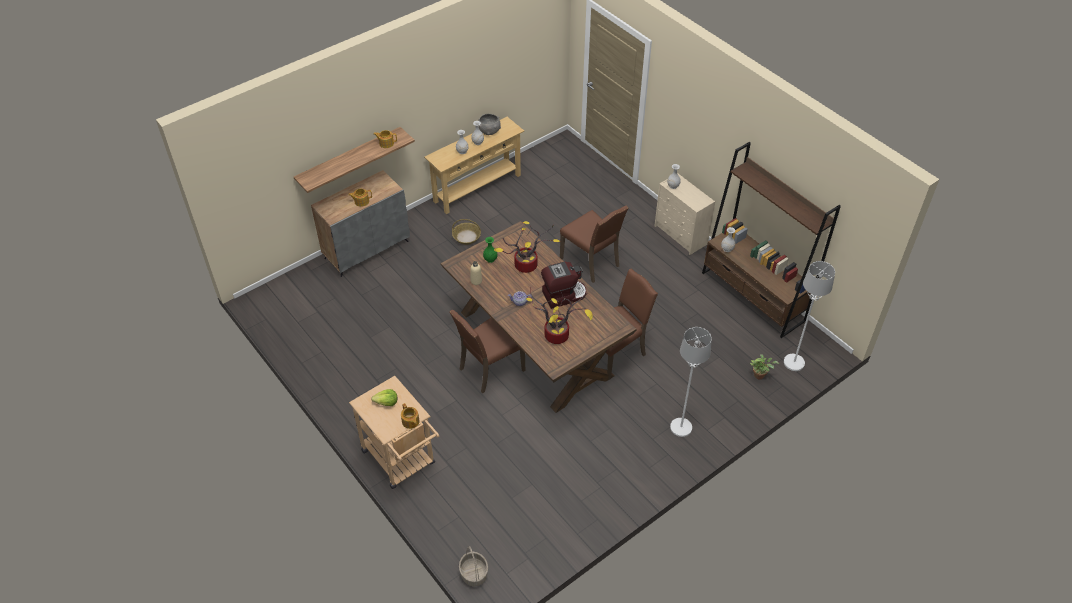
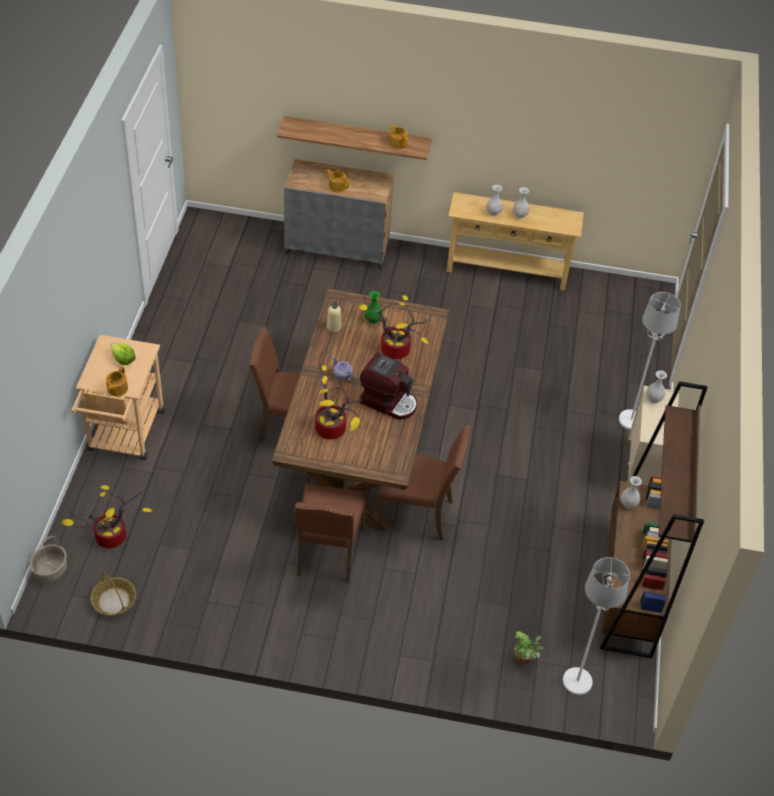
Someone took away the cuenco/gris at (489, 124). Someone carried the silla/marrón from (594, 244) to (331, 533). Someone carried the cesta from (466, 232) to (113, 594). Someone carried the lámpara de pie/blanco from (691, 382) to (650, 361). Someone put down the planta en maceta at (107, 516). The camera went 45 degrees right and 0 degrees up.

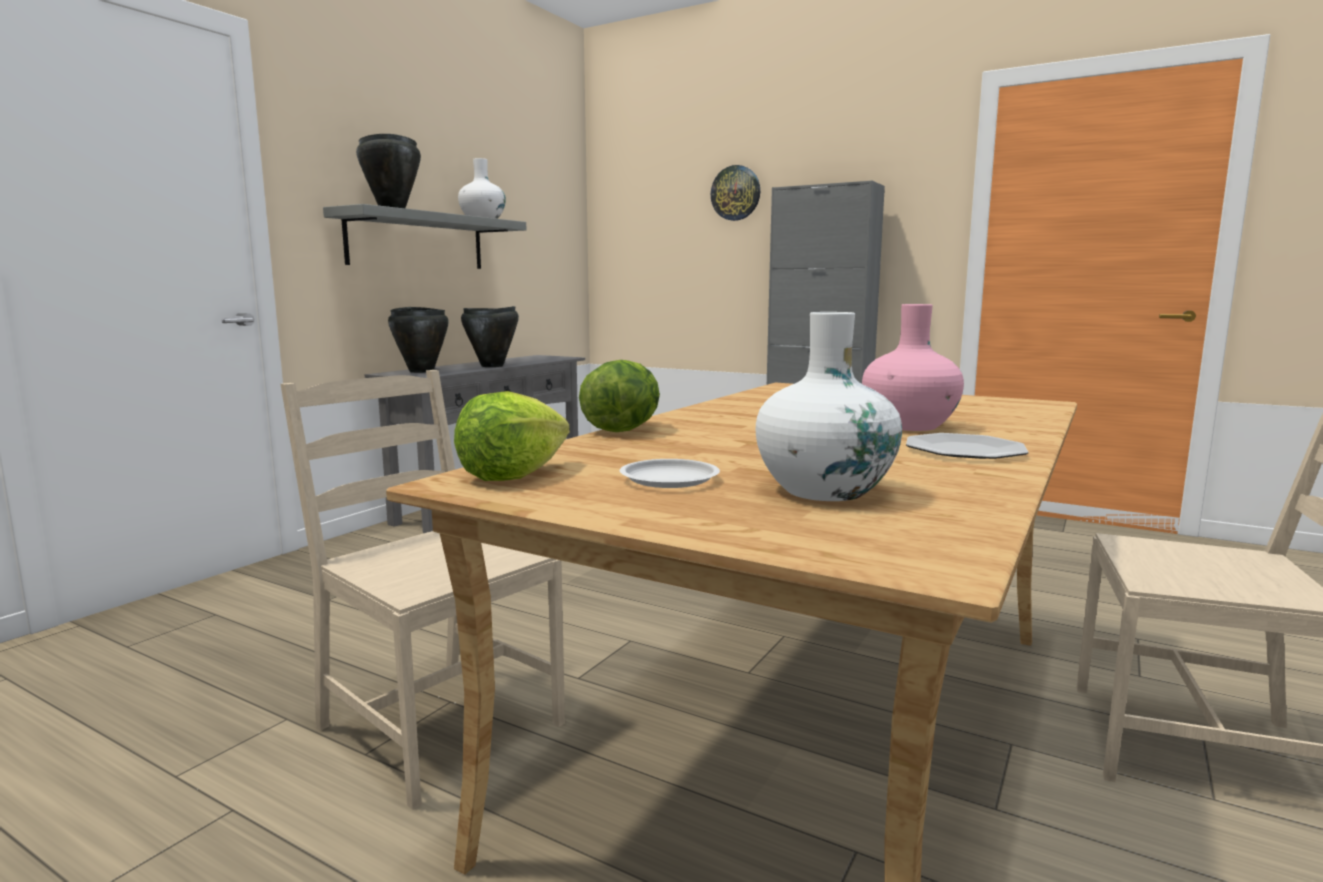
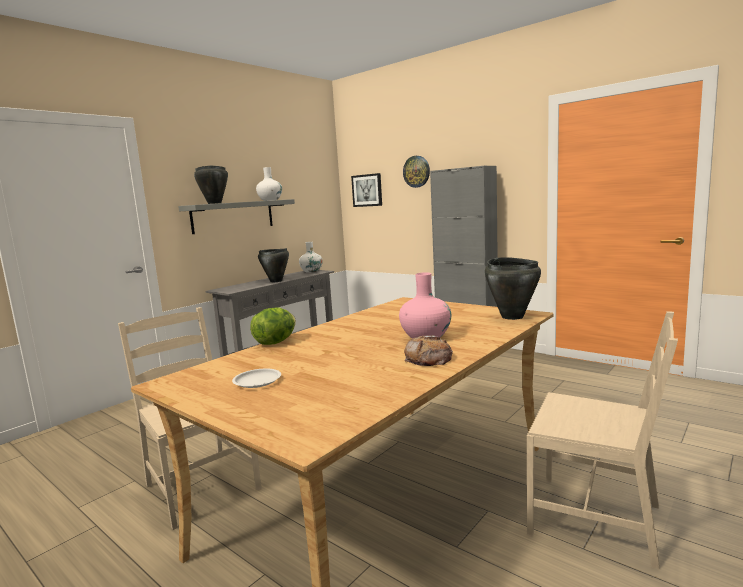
Someone carried the olla/negro from (418, 340) to (513, 288). Someone carried the florero/blanco from (829, 406) to (311, 257). Someone took away the lechuga at (512, 436). Someone swapped the plato at (967, 446) for the pan at (428, 350). Someone put up the cuadro at (366, 190). The camera went 10 degrees right and 0 degrees up.

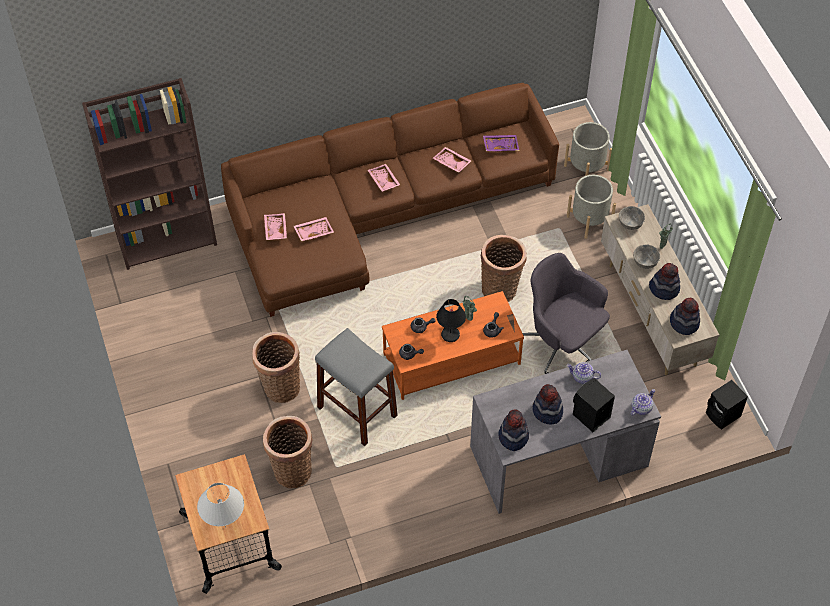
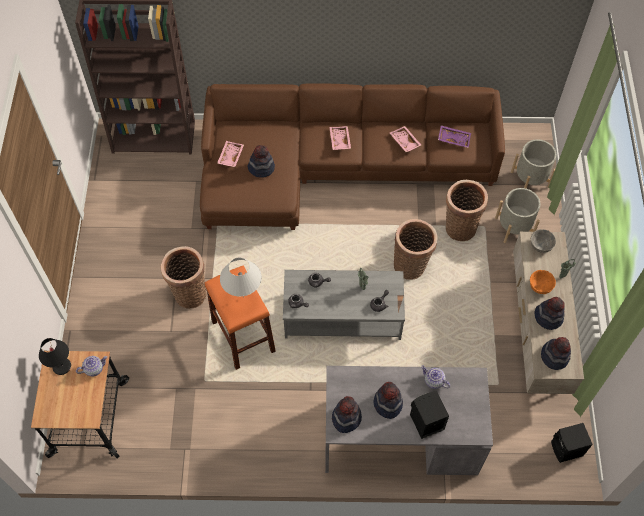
Someone swapped the bandeja/rosa at (314, 229) for the sombrero at (261, 161). Someone repainted the cuenco/gris at (646, 256), which became the cuenco/naranja at (543, 282). Someone took away the silla de oficina/gris at (566, 313). Someone repainted the mesa de centro/naranja at (453, 345), which became the mesa de centro/gris at (344, 305). Someone carried the lámpara de mesa/negro from (451, 320) to (55, 356). Someone repainted the taburete/gris at (356, 387), which became the taburete/naranja at (240, 317). Someone carried the tetera from (643, 402) to (91, 366). Someone carried the cesta from (287, 452) to (467, 210). Someone carried the lámpara de mesa/blanco from (220, 505) to (241, 277). The camera went 20 degrees right and 5 degrees up.

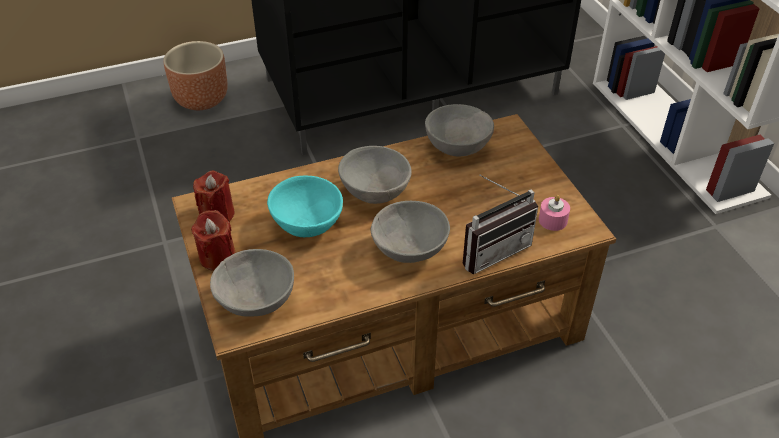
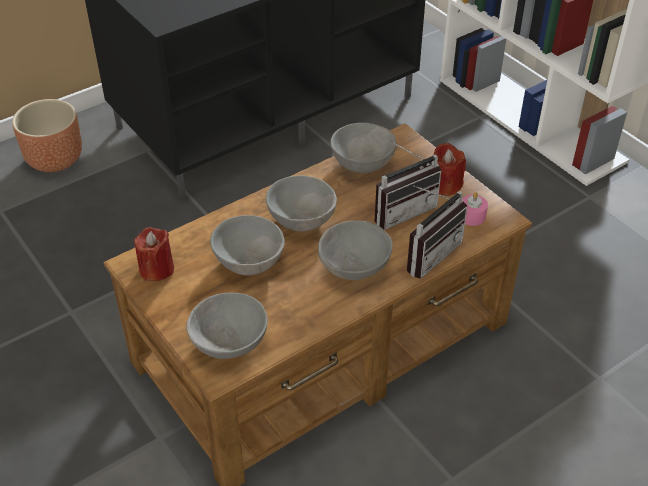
Someone repainted the cuenco/turquesa at (305, 206), which became the cuenco/gris at (247, 245). Someone carried the vela/rojo from (213, 240) to (450, 169). Someone put down the radio at (408, 185). The camera went 15 degrees left and 0 degrees up.

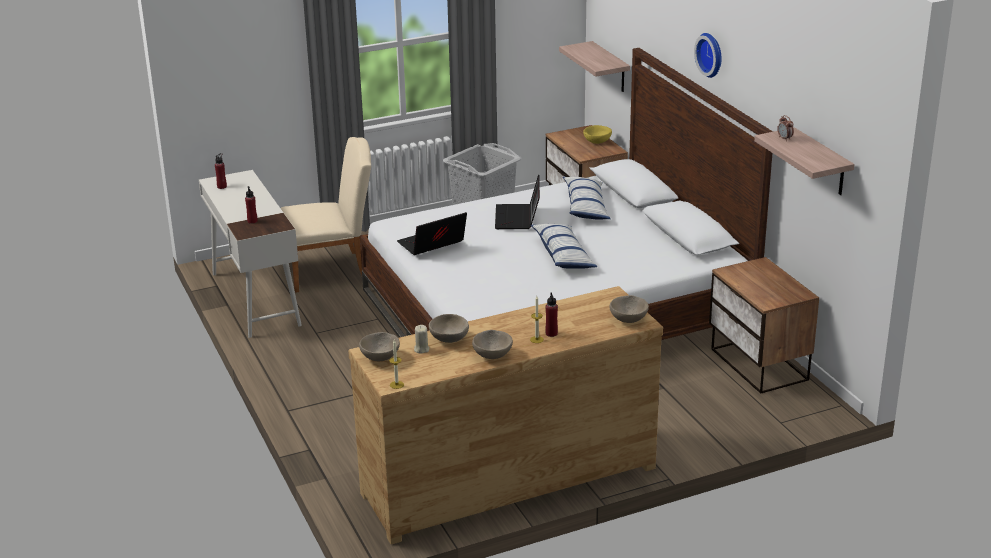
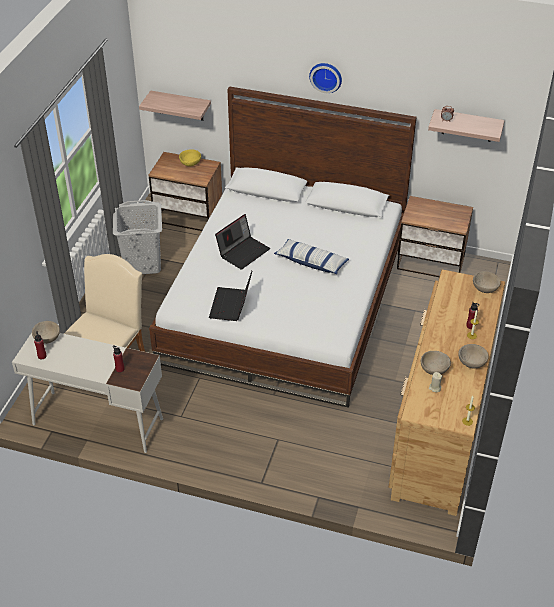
Someone rotated the portátil at (517, 201) by 90 degrees counterclockwise. Someone took away the cojín at (587, 198). Someone carried the cuenco/beis from (379, 346) to (46, 332). The camera went 50 degrees left and 15 degrees up.

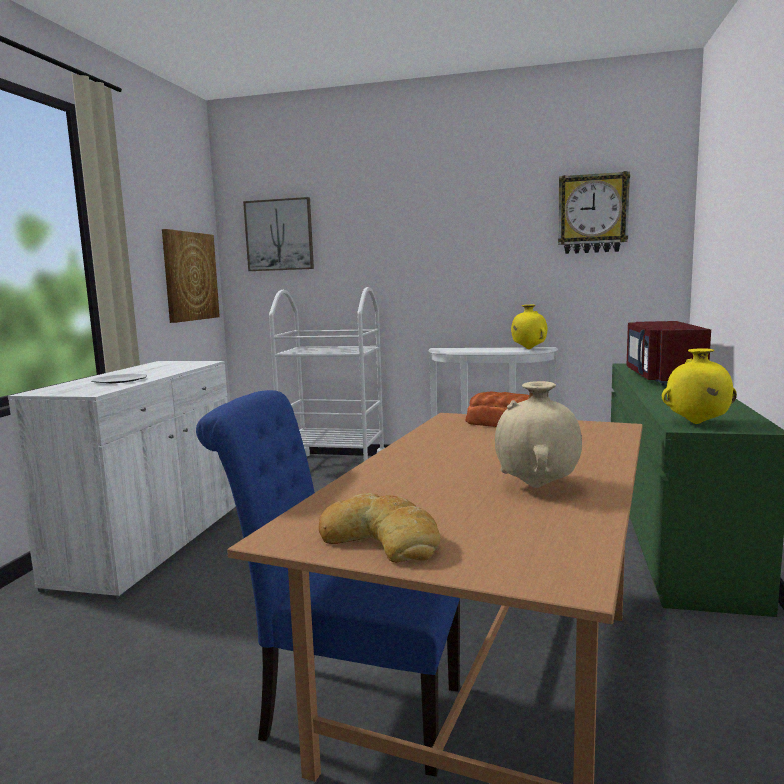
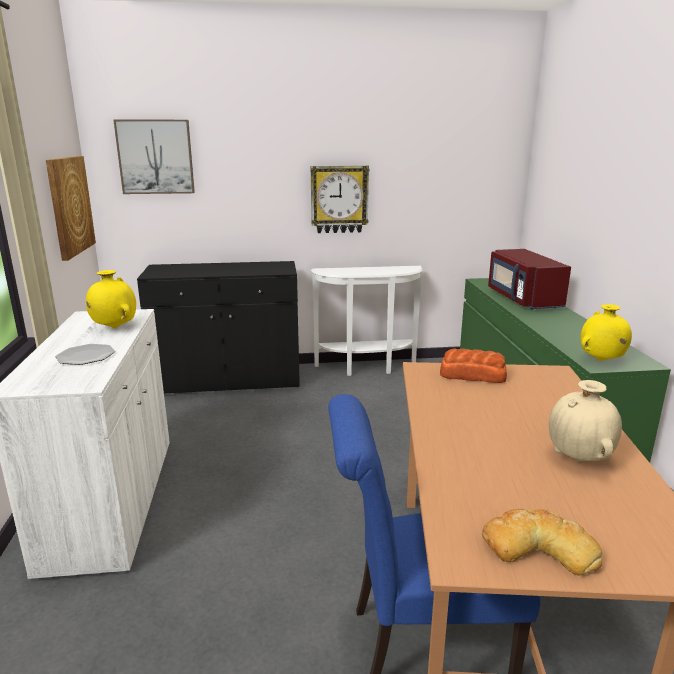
Someone carried the reloj de pared from (594, 212) to (340, 199). Someone swapped the carrito/blanco at (326, 374) for the armario/negro at (218, 327). Someone carried the florero/amarillo from (529, 327) to (111, 299). The camera went 20 degrees left and 10 degrees up.

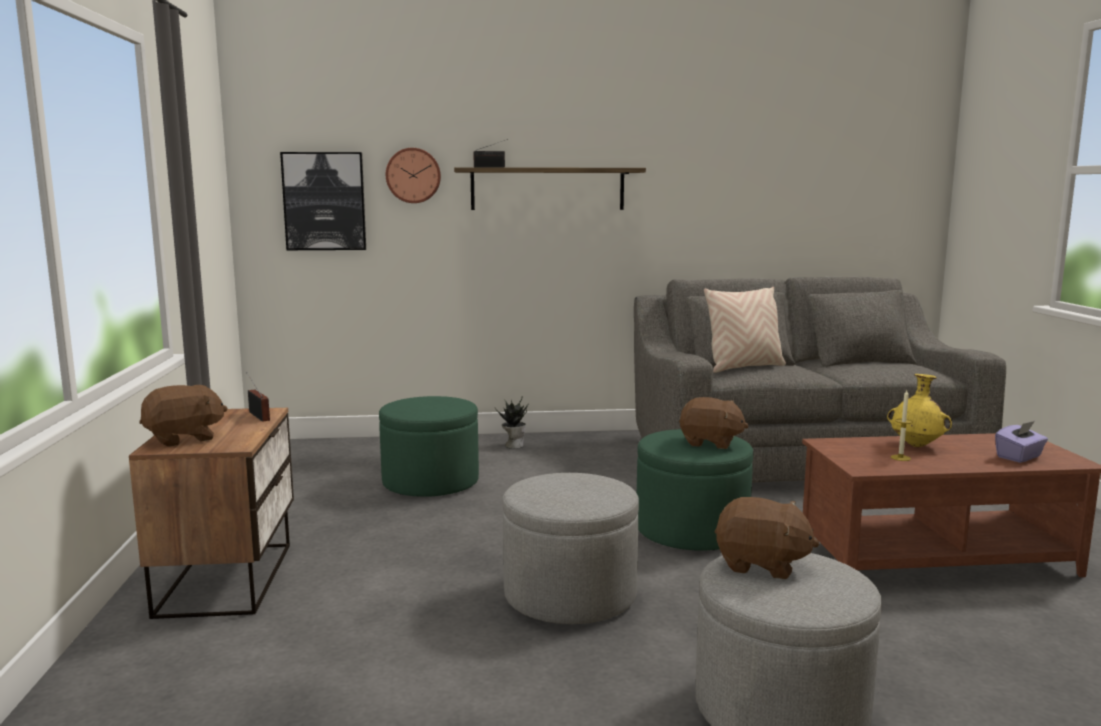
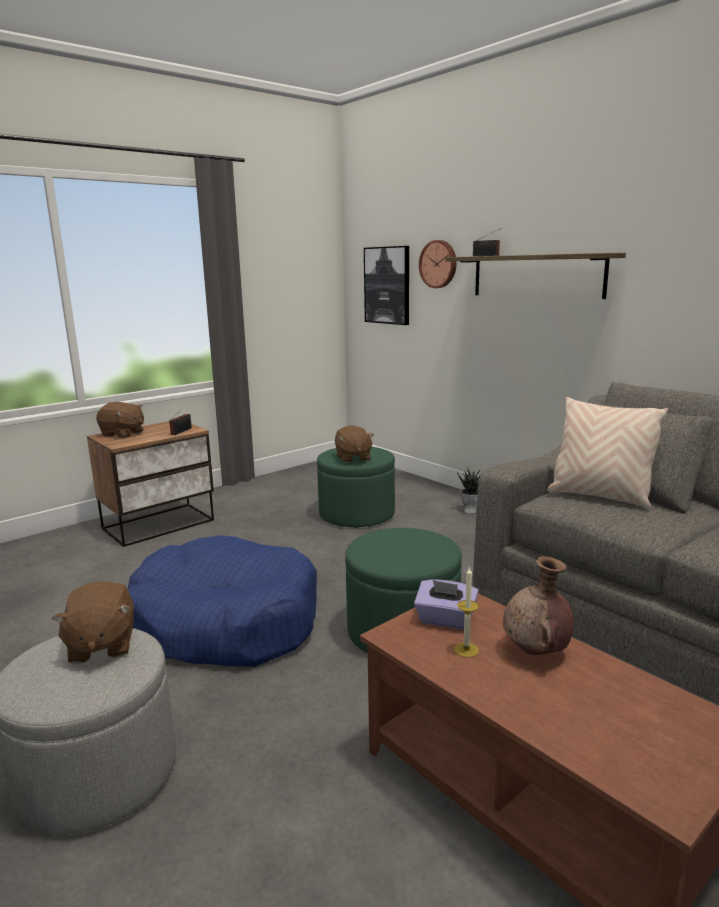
Someone repainted the florero/amarillo at (919, 410), which became the florero/marrón at (538, 605). Someone carried the peluche/marrón from (714, 423) to (354, 444). Someone carried the caja de pañuelos/morado from (1021, 442) to (446, 604). Someone swapped the puf/gris at (571, 548) for the cama para perro/azul at (222, 601). The camera went 55 degrees right and 5 degrees up.

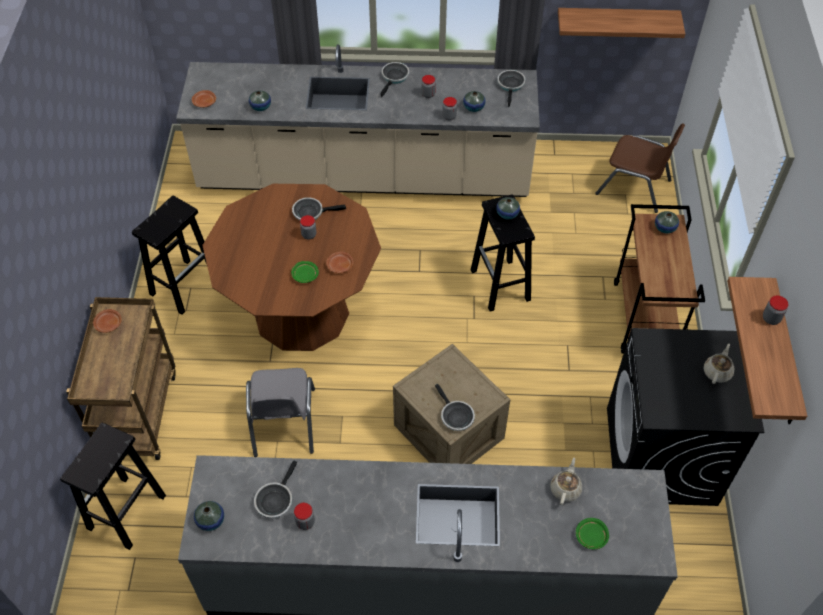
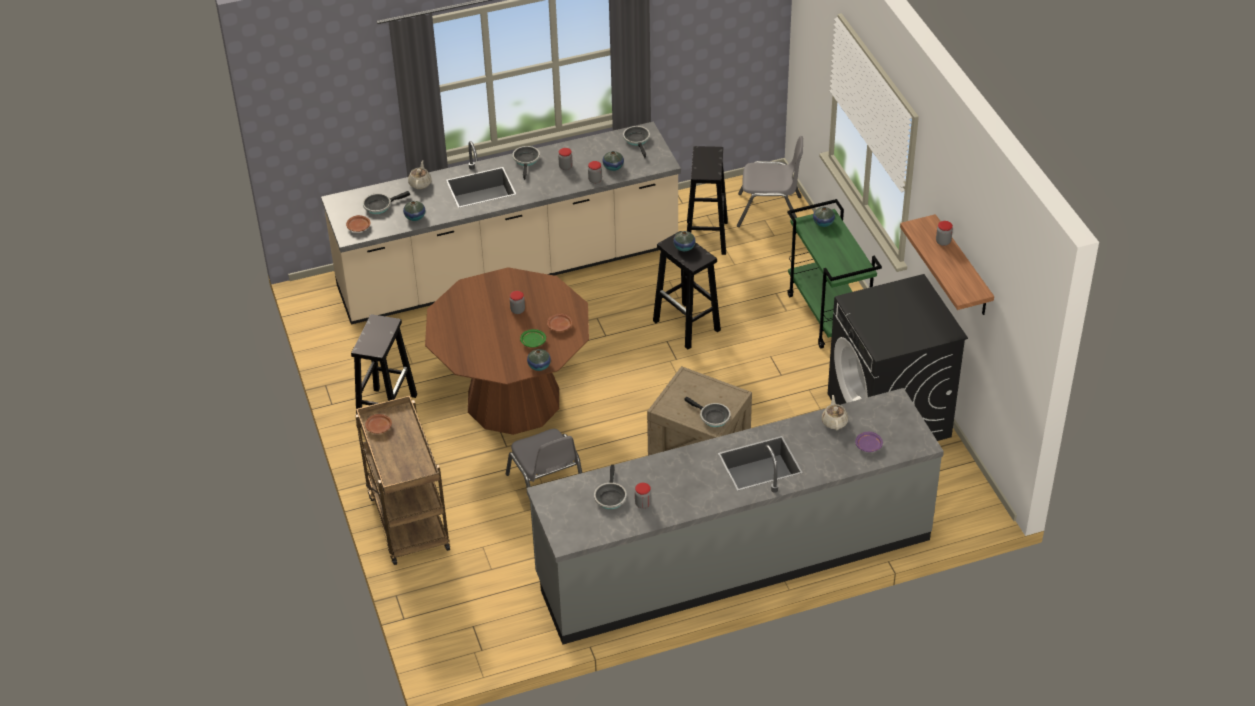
Someone took away the estante at (621, 23). Someone repainted the silla/marrón at (640, 168), which became the silla/gris at (770, 181). Someone carried the sartén from (319, 208) to (386, 202). Someone repainted the carrito/marrón at (659, 278), which became the carrito/verde at (834, 274). Someone carried the tetera/beis from (719, 364) to (419, 174). Someone carried the taburete/negro from (113, 486) to (707, 200). Someone carried the florero from (209, 516) to (539, 360). Someone repainted the plato/verde at (592, 533), which became the plato/morado at (869, 442). The camera went 20 degrees left and 10 degrees down.

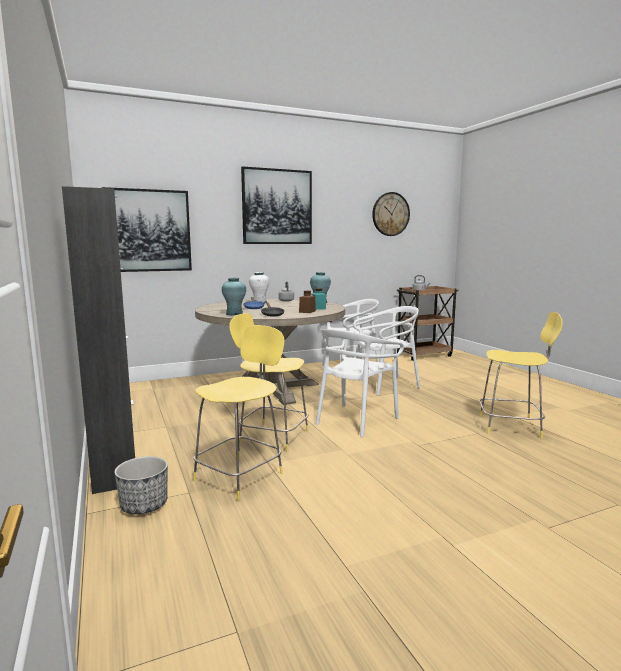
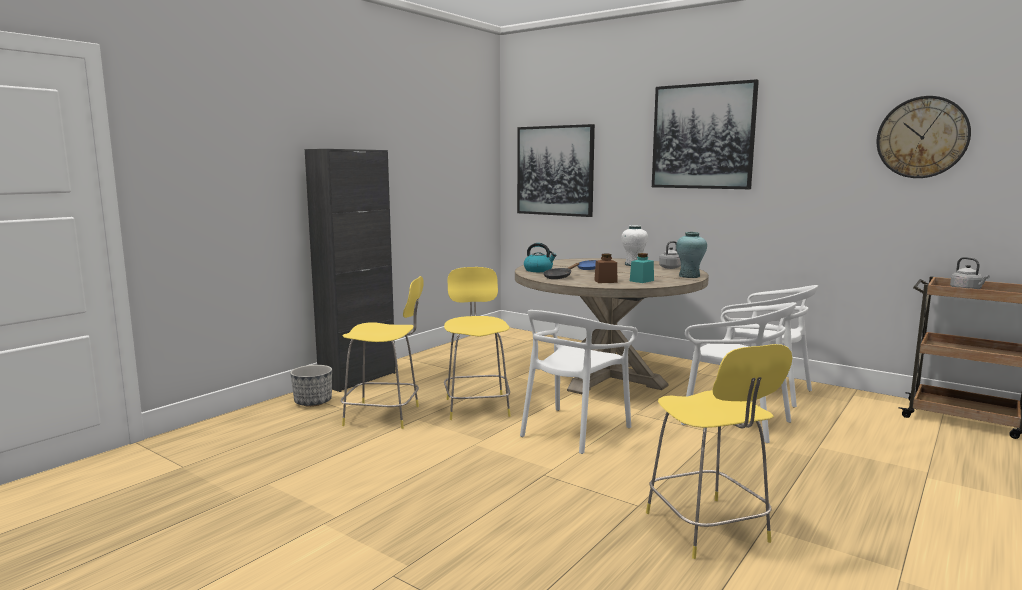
Someone swapped the florero/turquesa at (234, 297) for the hervidor at (540, 257). Someone rotated the silla/blanco at (360, 383) by 60 degrees counterclockwise. The camera went 60 degrees right and 0 degrees up.

